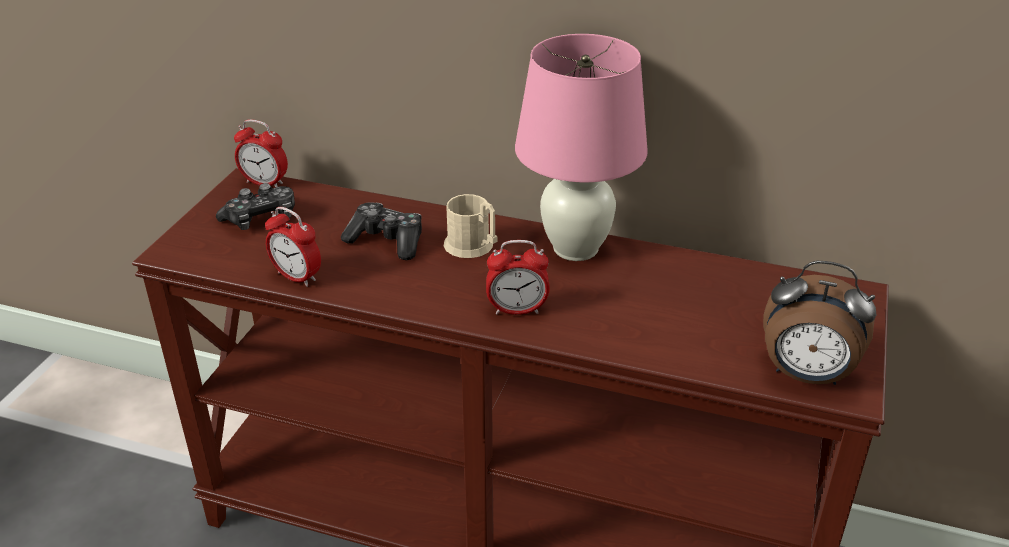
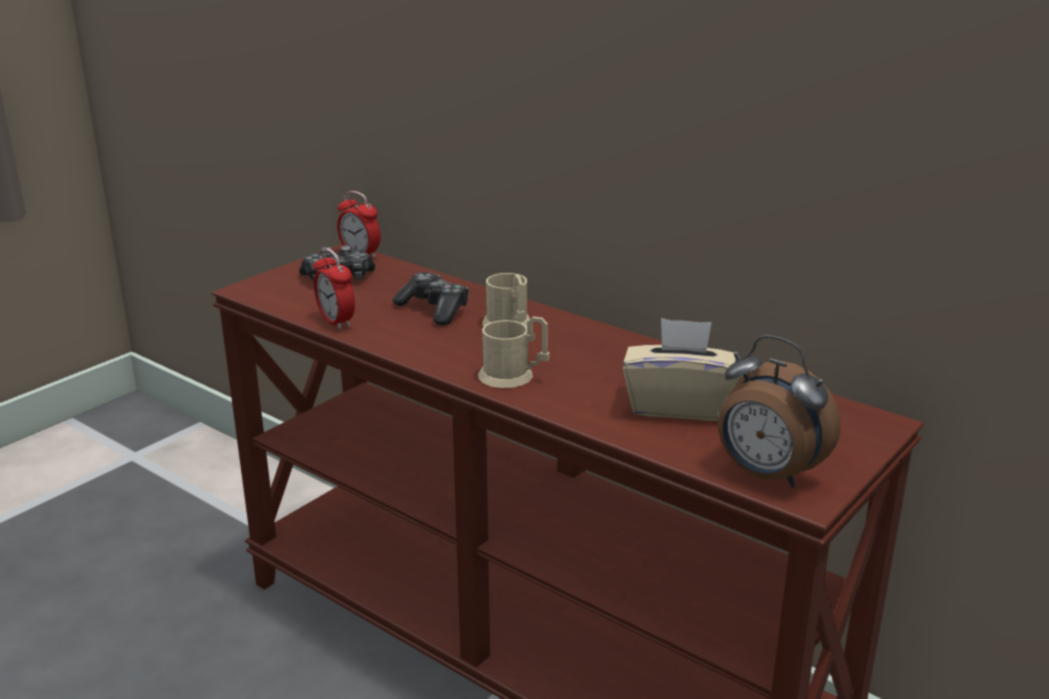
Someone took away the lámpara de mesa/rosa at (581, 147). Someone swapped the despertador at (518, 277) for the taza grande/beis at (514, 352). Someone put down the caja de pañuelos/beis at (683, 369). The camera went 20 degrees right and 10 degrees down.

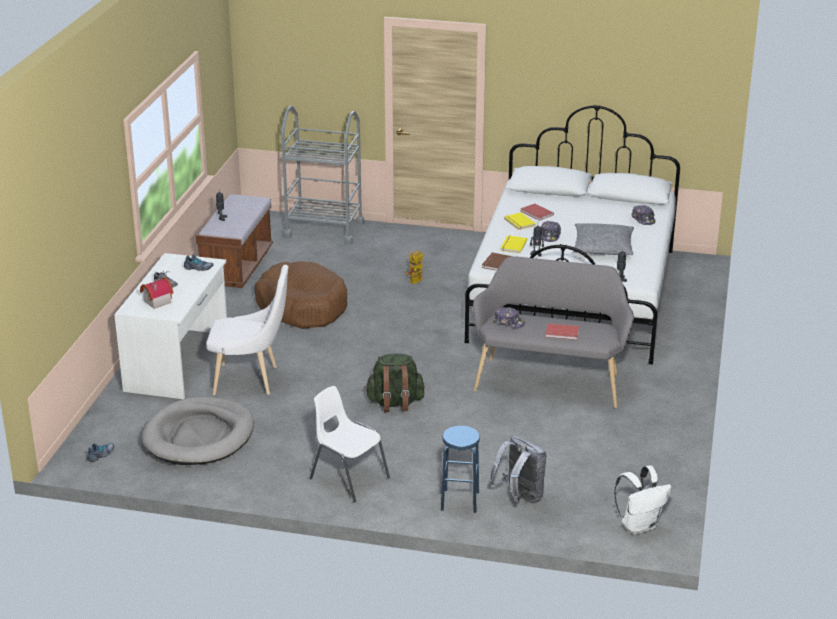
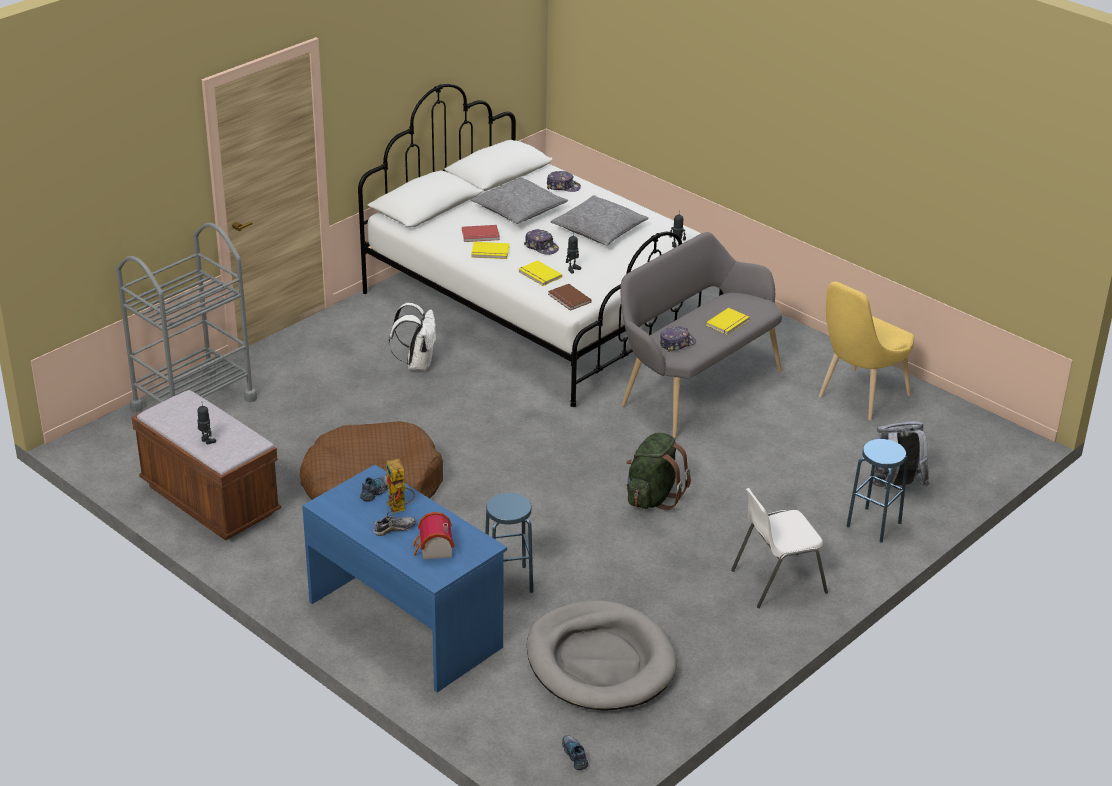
Someone carried the robot de juguete from (414, 267) to (400, 485). Someone repainted the escritorio/blanco at (170, 326), which became the escritorio/azul at (404, 578). Someone swapped the silla/blanco at (247, 330) for the taburete/azul at (509, 543). Someone repainted the libro/rojo at (562, 331), which became the libro/amarillo at (727, 321). Someone carried the mochila/blanco from (642, 499) to (412, 337). Someone put down the cojín/gris at (519, 200). Someone put down the silla/amarillo at (866, 351). The camera went 60 degrees left and 5 degrees up.

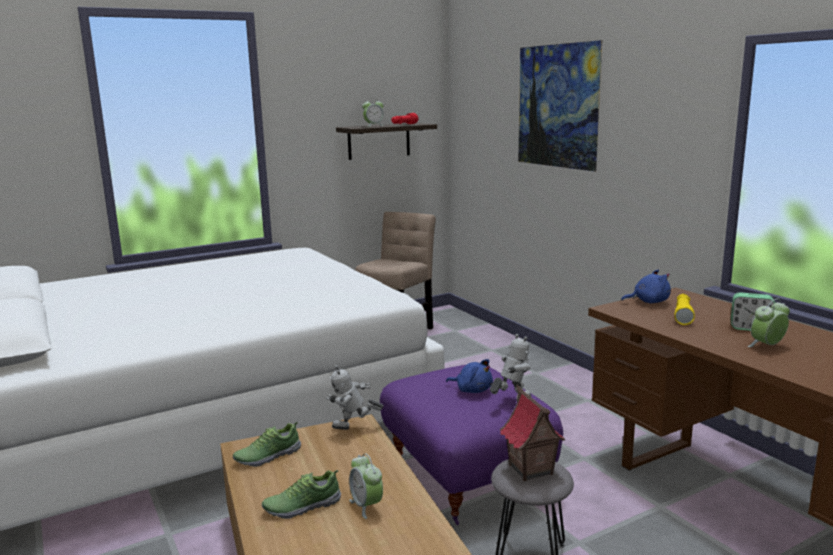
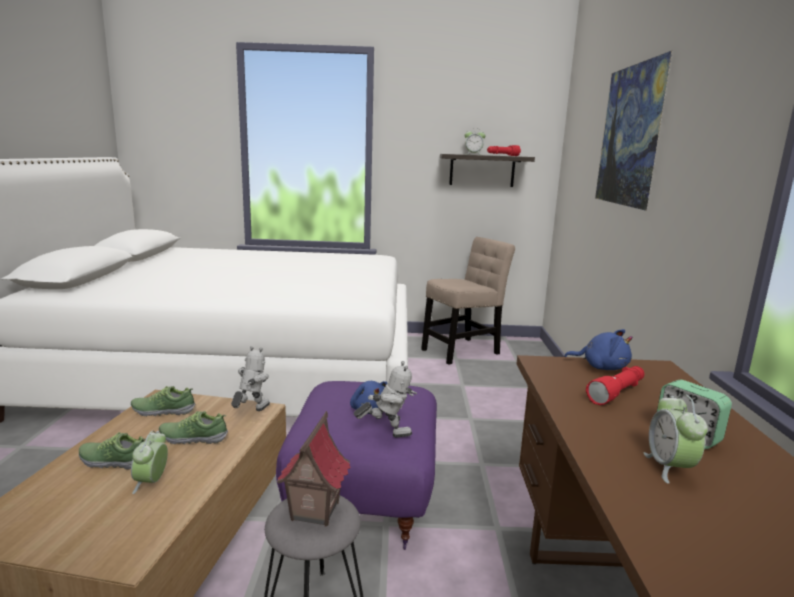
Someone repainted the linterna/amarillo at (685, 309), which became the linterna/rojo at (615, 385). Someone rotated the despertador at (769, 323) by 90 degrees counterclockwise. Someone rotated the robot de juguete at (355, 397) by 90 degrees clockwise. Someone put down the zapato at (193, 427). The camera went 30 degrees right and 0 degrees up.

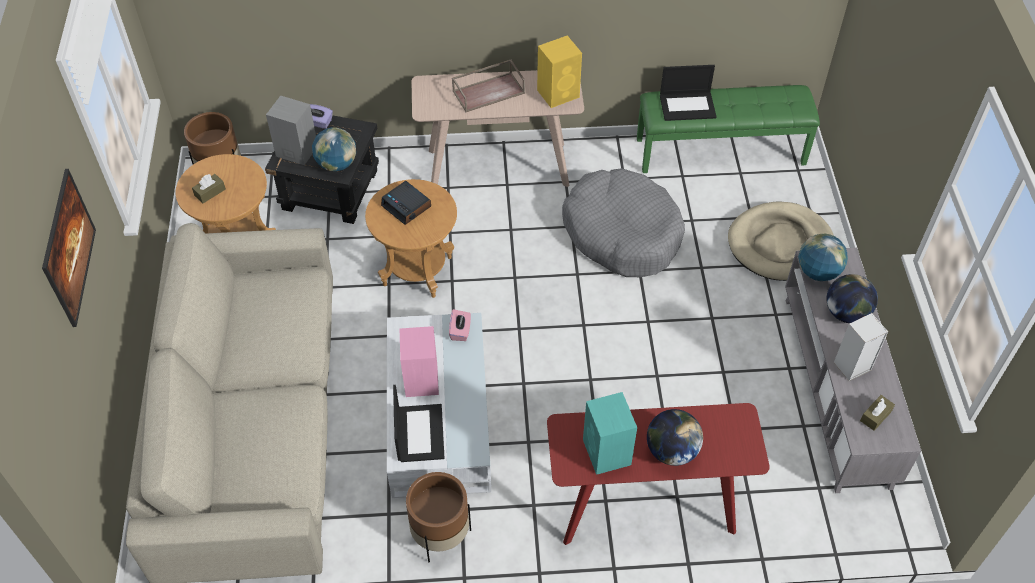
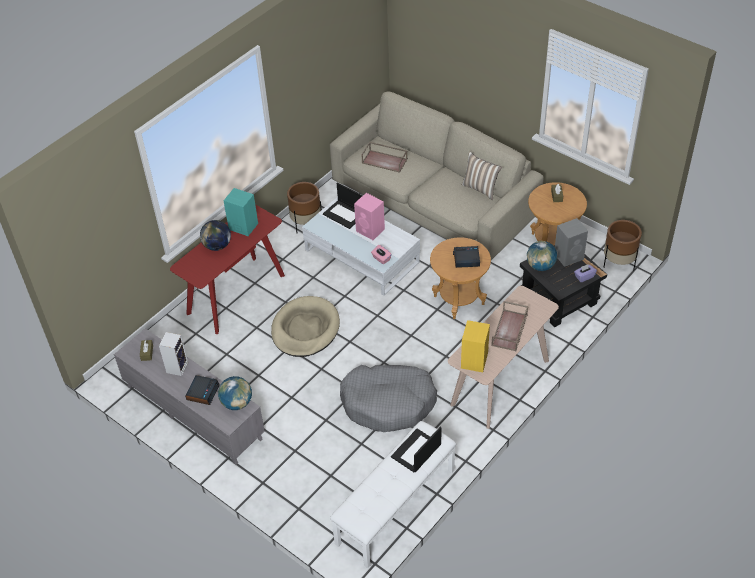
Someone repainted the banco/verde at (728, 129), which became the banco/blanco at (393, 494). Someone took away the cuadro at (69, 248). Someone carried the cama para perro/beis from (781, 241) to (305, 326). Someone swapped the globo terráqueo at (852, 298) for the despertador at (202, 390). Someone put down the bandeja/marrón at (384, 157). Someone put down the cojín at (482, 176). The camera went 135 degrees right and 5 degrees down.

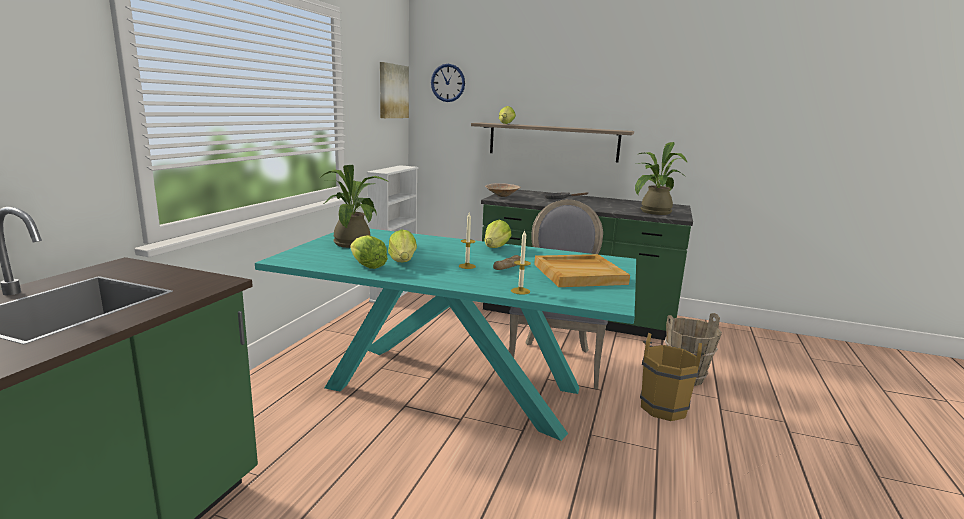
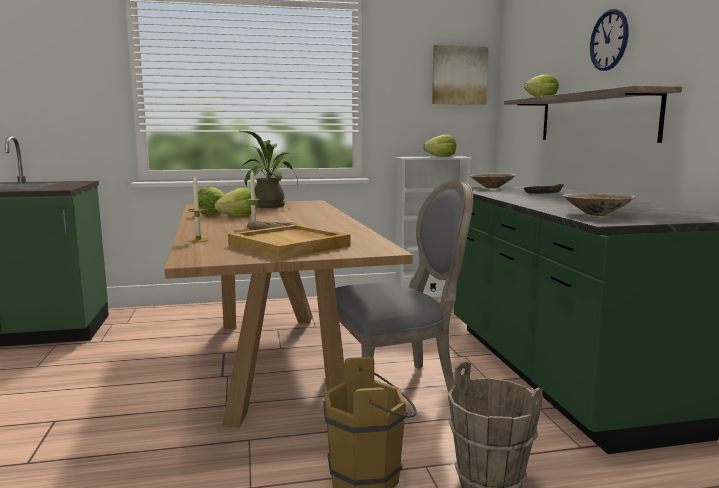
Someone carried the reloj de pared from (448, 83) to (609, 40). Someone swapped the planta en maceta at (661, 178) for the cuenco/beis at (599, 204). Someone carried the lechuga from (498, 234) to (439, 145). Someone repainted the mesa de comedor/turquesa at (445, 335), which became the mesa de comedor/marrón at (289, 313). The camera went 60 degrees right and 5 degrees down.

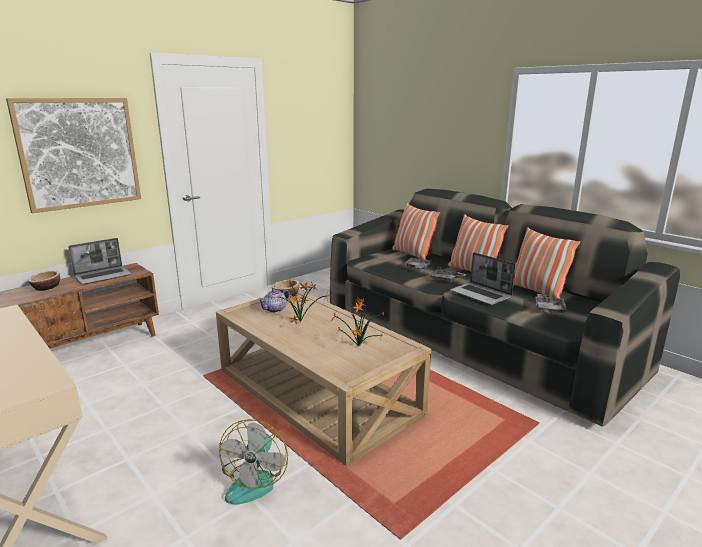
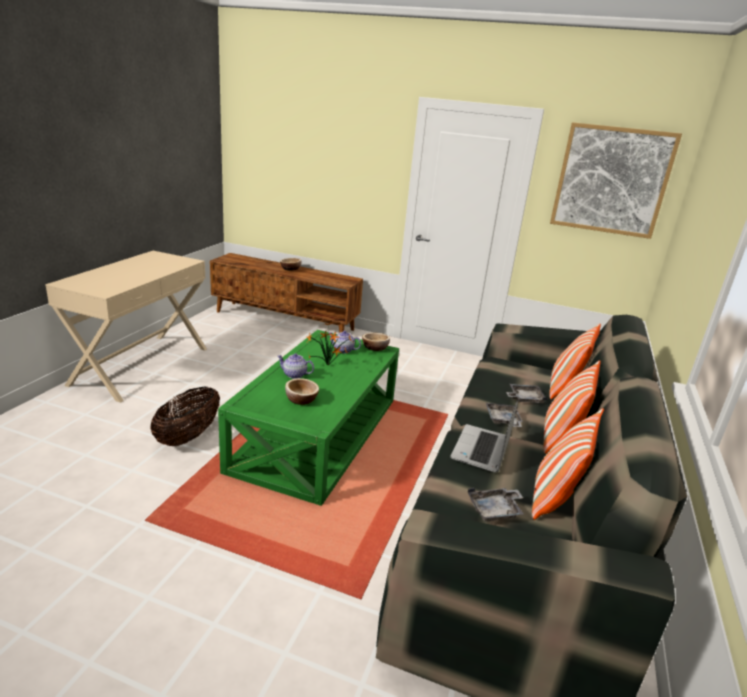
Someone carried the cuadro from (73, 155) to (616, 180). Someone took away the portátil at (100, 261). Someone repainted the mesa de centro/beis at (323, 378), which became the mesa de centro/verde at (308, 418). Someone swapped the planta en maceta at (358, 322) for the cuenco at (302, 391). Someone swapped the ventilador at (253, 462) for the cesta at (185, 416). Someone put down the tetera at (295, 366). The camera went 60 degrees right and 5 degrees up.

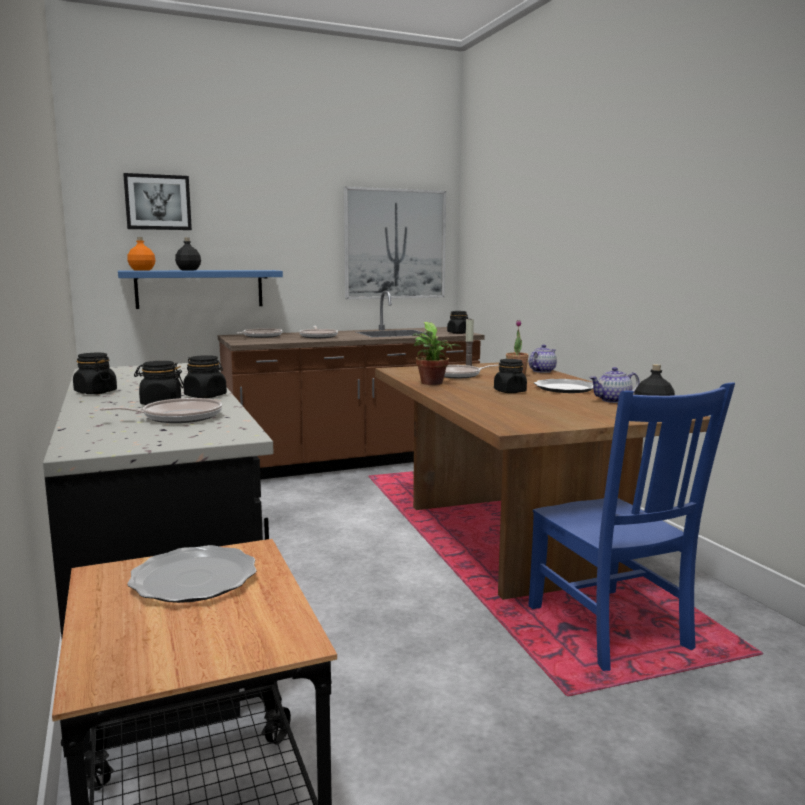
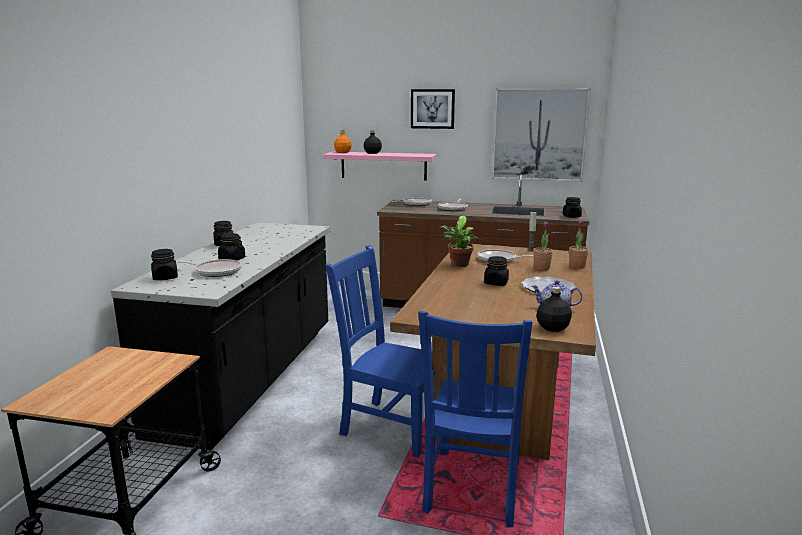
Someone carried the cuadro from (157, 201) to (433, 109). Someone repainted the estante/azul at (200, 289), which became the estante/rosa at (380, 166). Someone swapped the tetera at (543, 359) for the planta en maceta at (579, 244). Someone carried the tarro/negro from (205, 376) to (164, 264). Someone took away the plato at (192, 574). Someone put down the silla/azul at (380, 351). The camera went 35 degrees right and 5 degrees up.

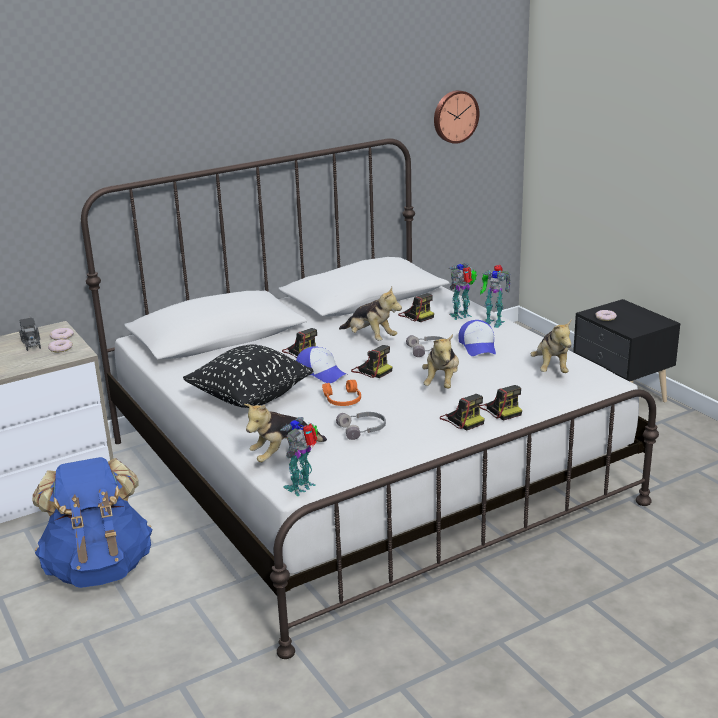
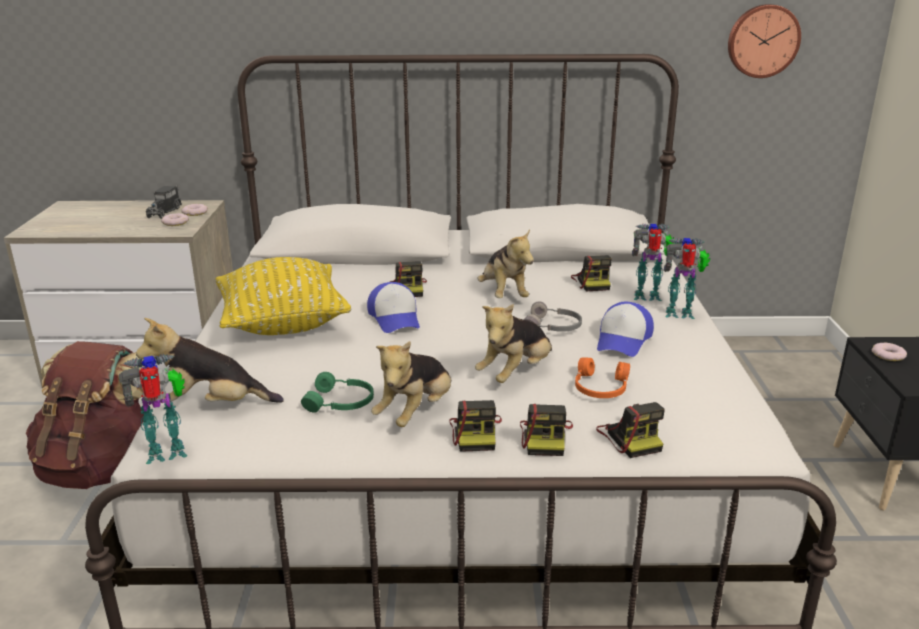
Someone rotated the robot de juguete at (495, 296) by 135 degrees clockwise. Someone carried the peluche from (551, 346) to (411, 384). Someone repainted the cojín/negro at (248, 376), which became the cojín/amarillo at (283, 296). Someone carried the cámara from (372, 361) to (630, 430). Someone carried the auriculares/naranja from (341, 393) to (602, 377). Someone repainted the auriculares/gris at (361, 426), which became the auriculares/verde at (337, 392). Someone repainted the mochila/azul at (92, 522), which became the mochila/marrón at (91, 415). The camera went 30 degrees right and 0 degrees up.

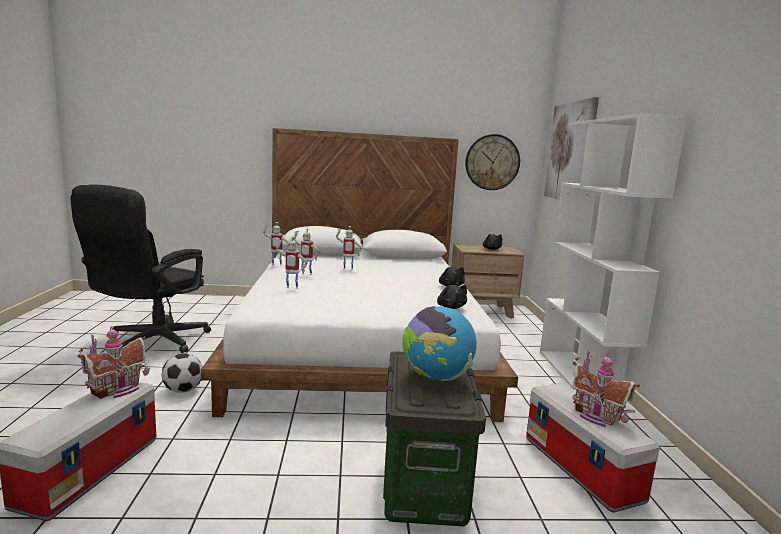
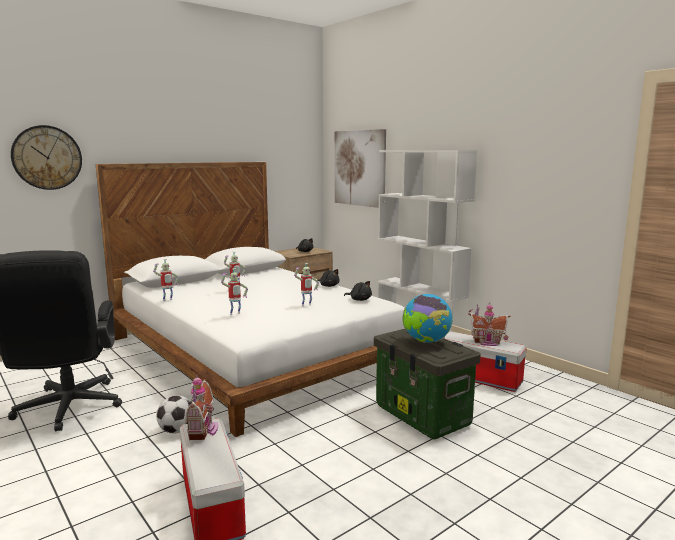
Someone carried the reloj de pared from (492, 162) to (46, 157). Someone carried the robot de juguete from (306, 251) to (306, 284). The camera went 35 degrees left and 0 degrees up.

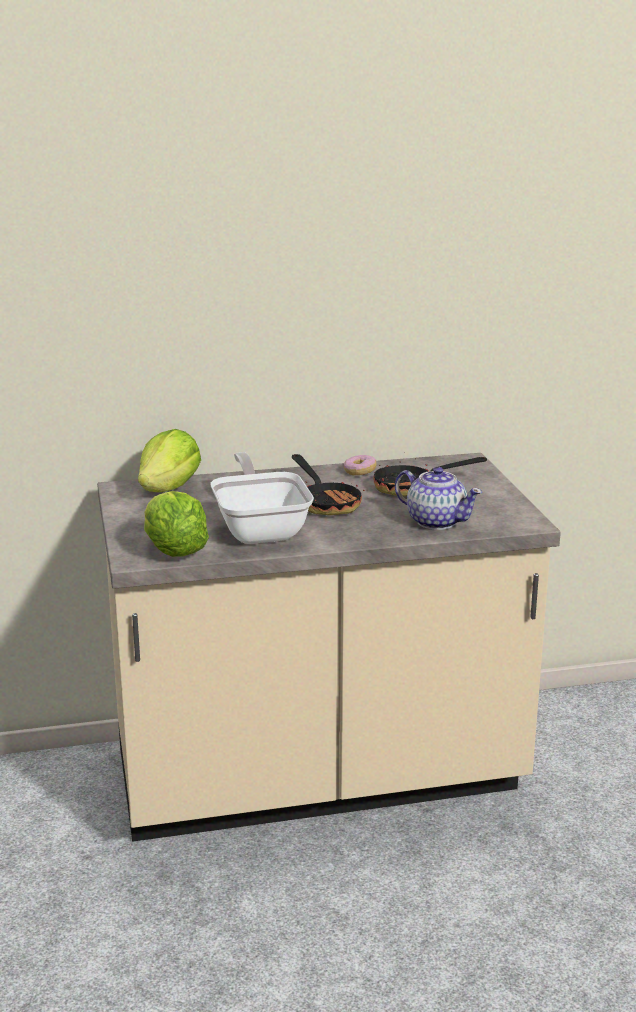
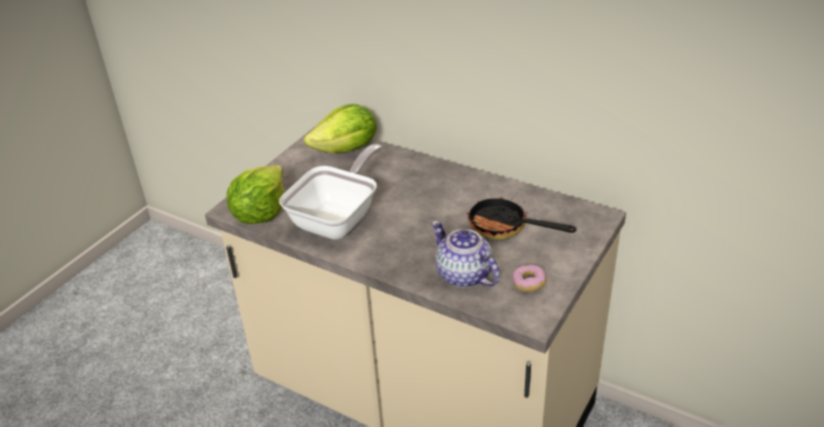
Someone took away the sartén at (328, 484). Someone carried the rosquilla from (360, 465) to (529, 278). Someone rotated the tetera at (438, 498) by 150 degrees clockwise. The camera went 45 degrees right and 15 degrees up.

